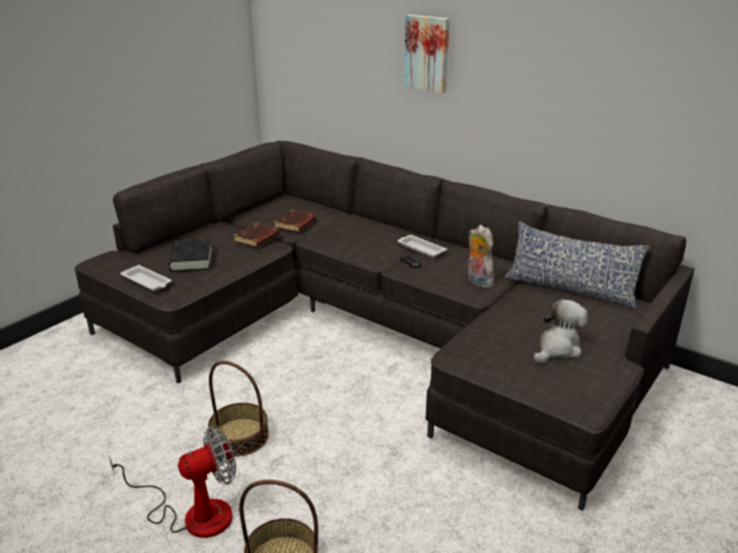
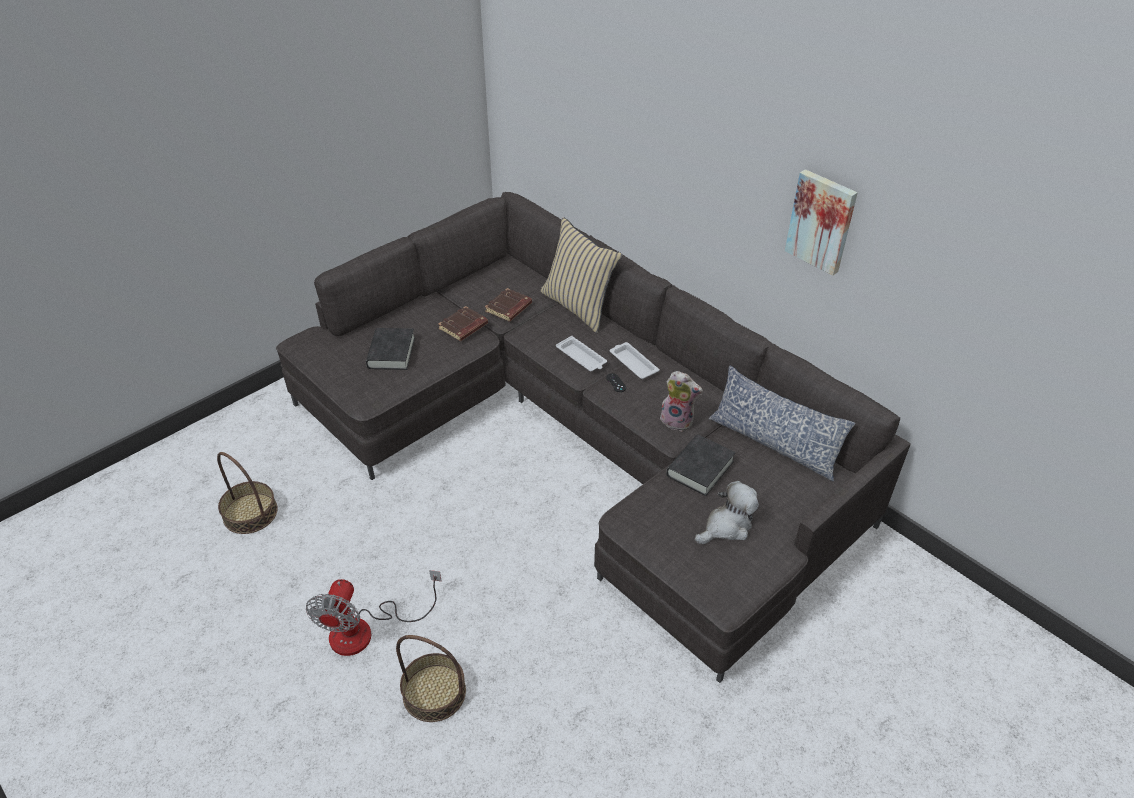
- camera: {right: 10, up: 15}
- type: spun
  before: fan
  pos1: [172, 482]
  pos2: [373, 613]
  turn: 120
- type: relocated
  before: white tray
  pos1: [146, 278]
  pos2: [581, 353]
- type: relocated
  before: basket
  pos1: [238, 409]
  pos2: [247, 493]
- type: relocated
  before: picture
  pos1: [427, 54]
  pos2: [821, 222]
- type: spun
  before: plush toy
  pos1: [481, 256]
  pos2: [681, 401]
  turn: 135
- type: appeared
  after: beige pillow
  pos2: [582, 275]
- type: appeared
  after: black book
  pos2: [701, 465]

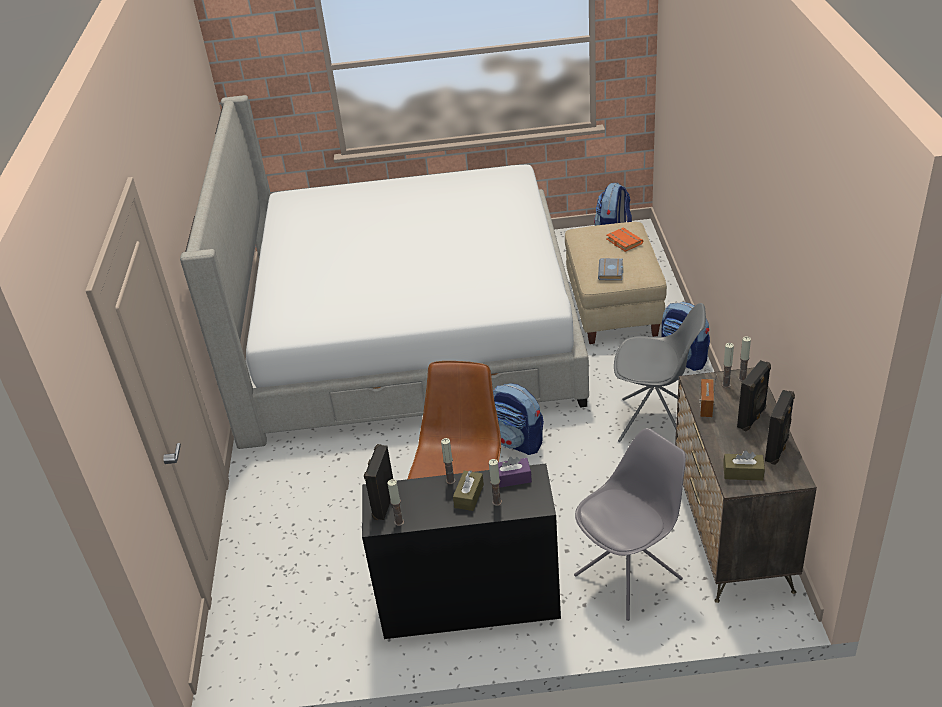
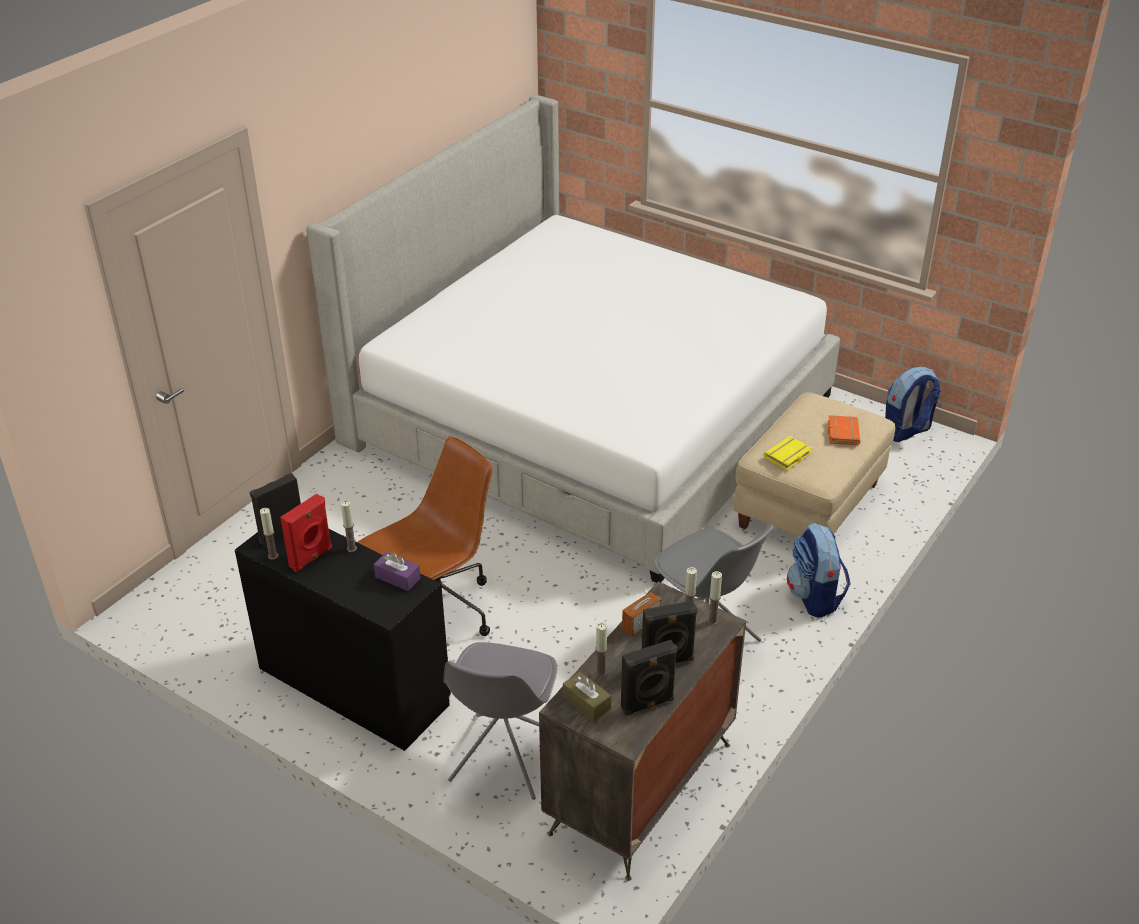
- camera: {right: 35, up: 0}
- type: missing
  before: brown tissue box
  pos1: [468, 490]
- type: relocated
  before: candle
  pos1: [495, 482]
  pos2: [601, 649]
- type: missing
  before: backpack
  pos1: [518, 419]
- type: spun
  before: grey chair
  pos1: [630, 524]
  pos2: [500, 721]
  turn: 105
- type: colour
  before: grey book
  after: yellow book
  pos1: [610, 269]
  pos2: [788, 453]
- type: appeared
  after: red speaker
  pos2: [306, 533]

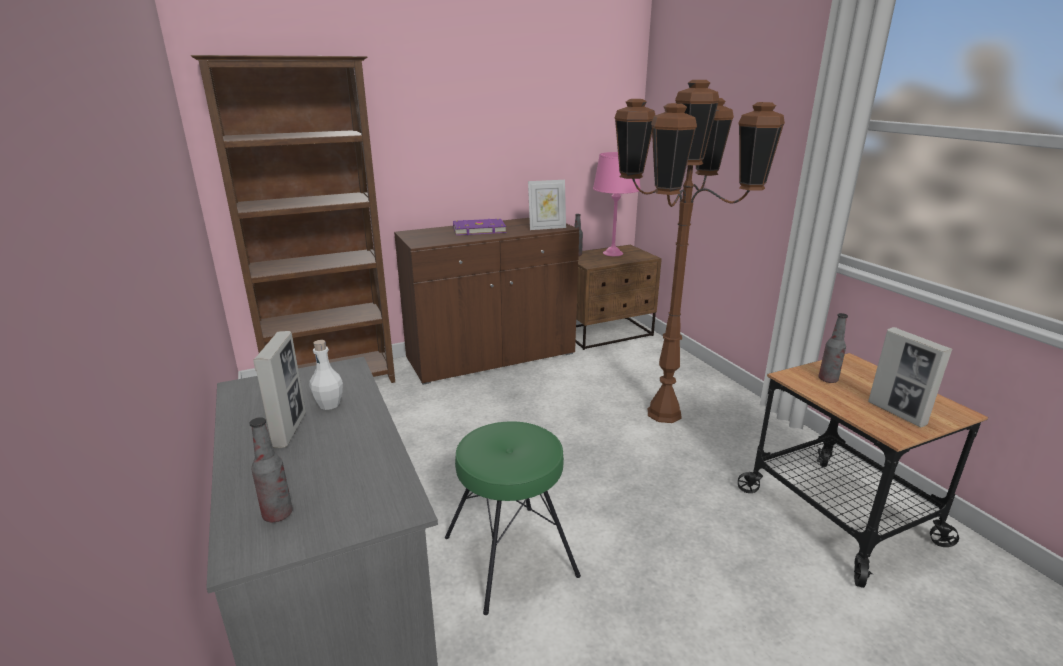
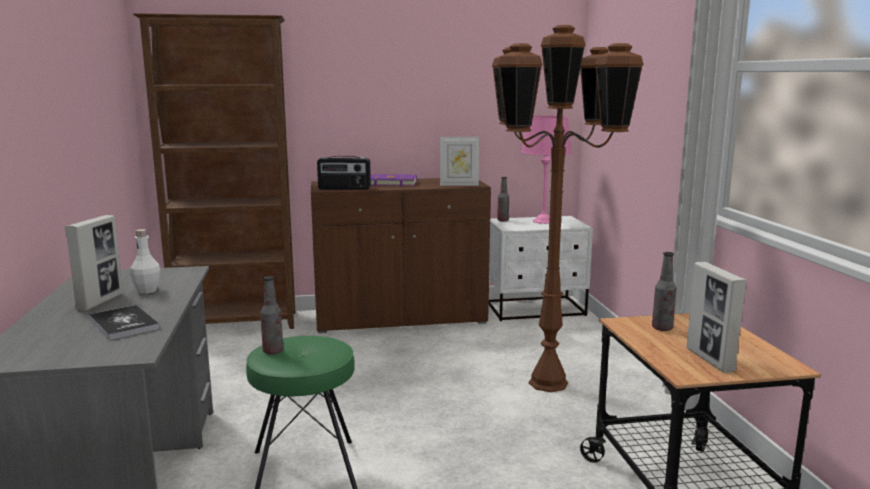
- camera: {right: 15, up: -10}
- type: relocated
  before: bottle
  pos1: [271, 469]
  pos2: [271, 315]
- type: colour
  before: brown nightstand
  after: white nightstand
  pos1: [618, 297]
  pos2: [541, 268]
- type: appeared
  after: book
  pos2: [124, 322]
- type: appeared
  after: radio
  pos2: [344, 173]

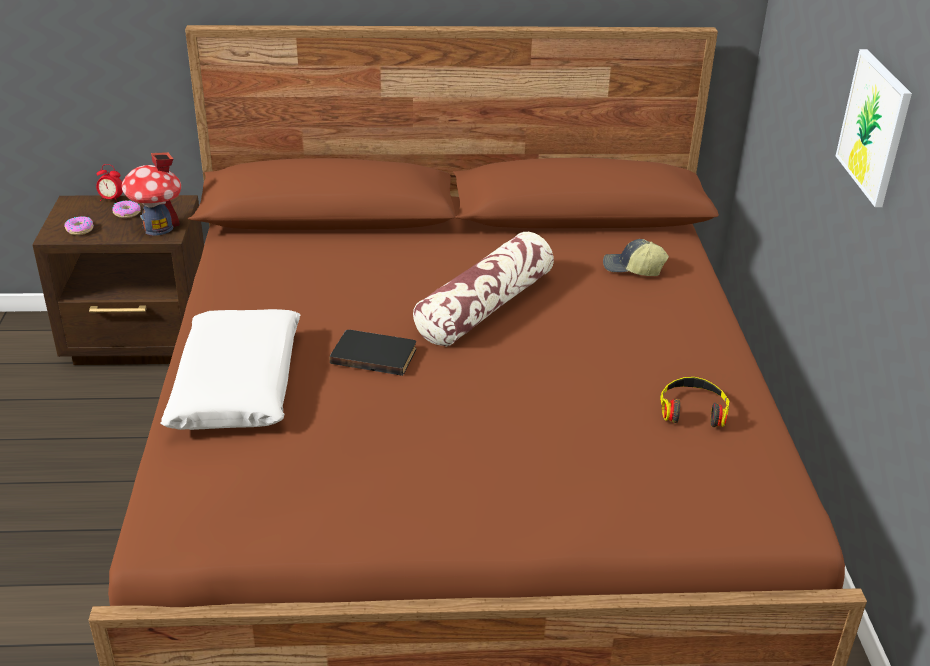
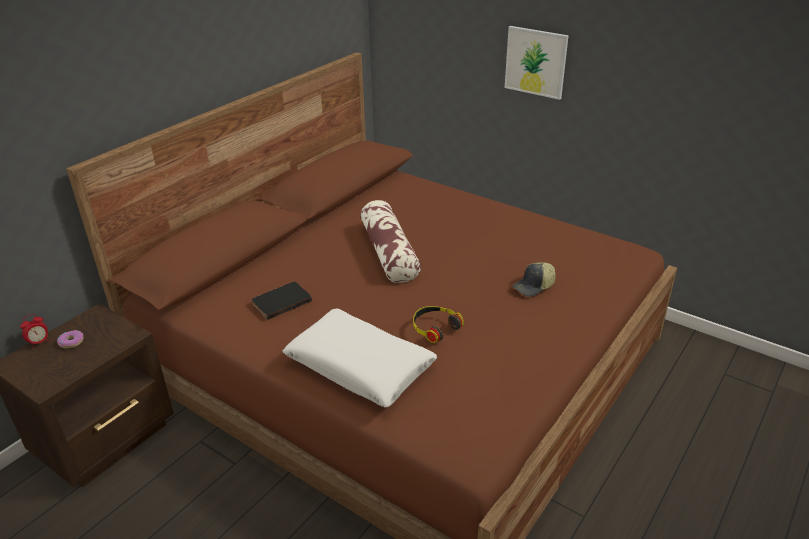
- camera: {right: -50, up: 0}
- type: missing
  before: donut
  pos1: [79, 225]
- type: missing
  before: toy house
  pos1: [151, 194]
- type: relocated
  before: black book
  pos1: [373, 353]
  pos2: [281, 301]
- type: relocated
  before: cap
  pos1: [636, 257]
  pos2: [533, 279]
- type: relocated
  before: headphones
  pos1: [694, 402]
  pos2: [438, 324]

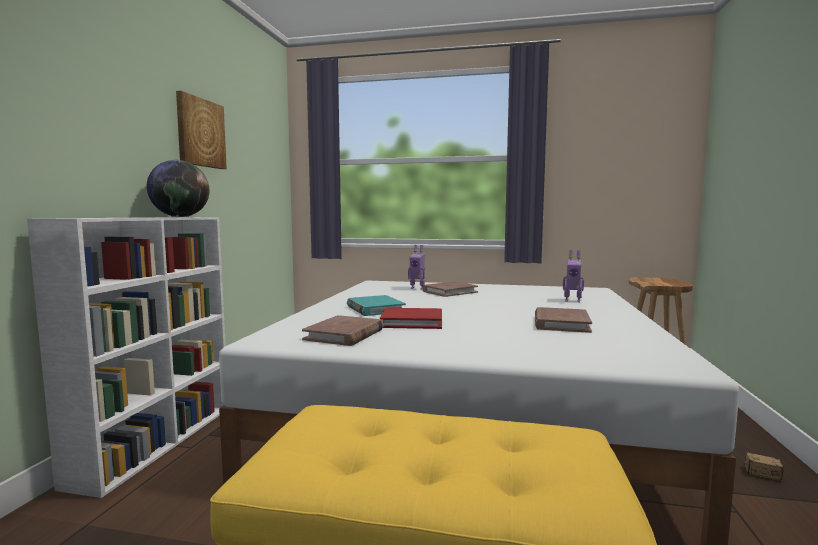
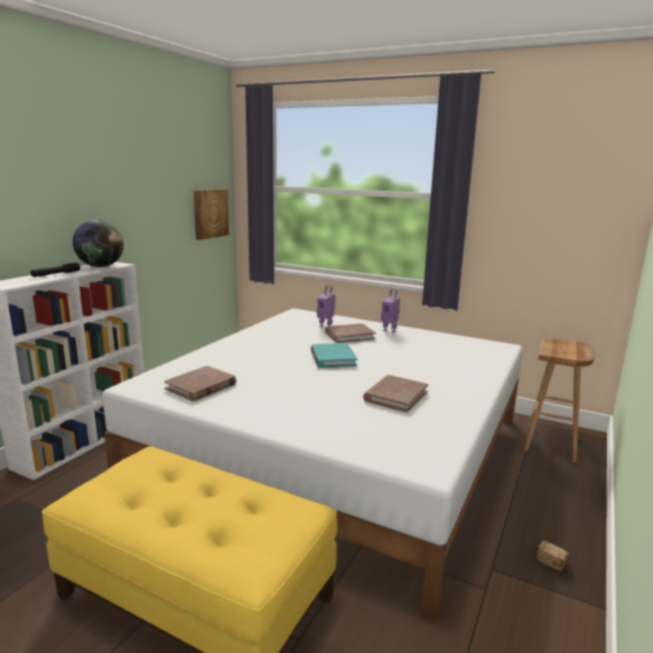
- camera: {right: 15, up: 10}
- type: relocated
  before: picture
  pos1: [201, 130]
  pos2: [211, 214]
- type: relocated
  before: turquoise book
  pos1: [376, 305]
  pos2: [334, 355]
- type: missing
  before: red book
  pos1: [411, 318]
- type: relocated
  before: toy robot
  pos1: [573, 276]
  pos2: [390, 311]
- type: appeared
  after: black flashlight
  pos2: [55, 270]

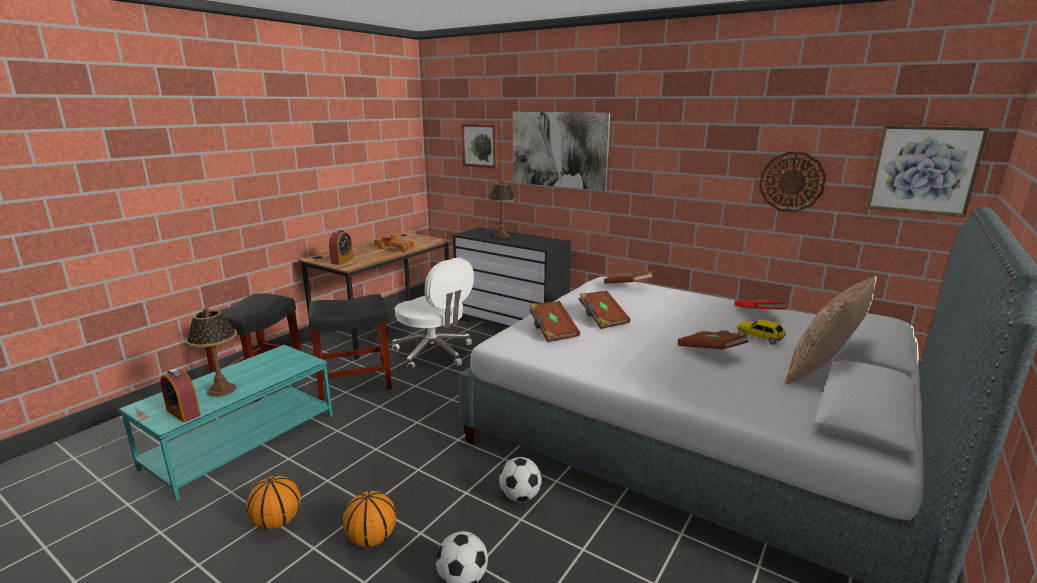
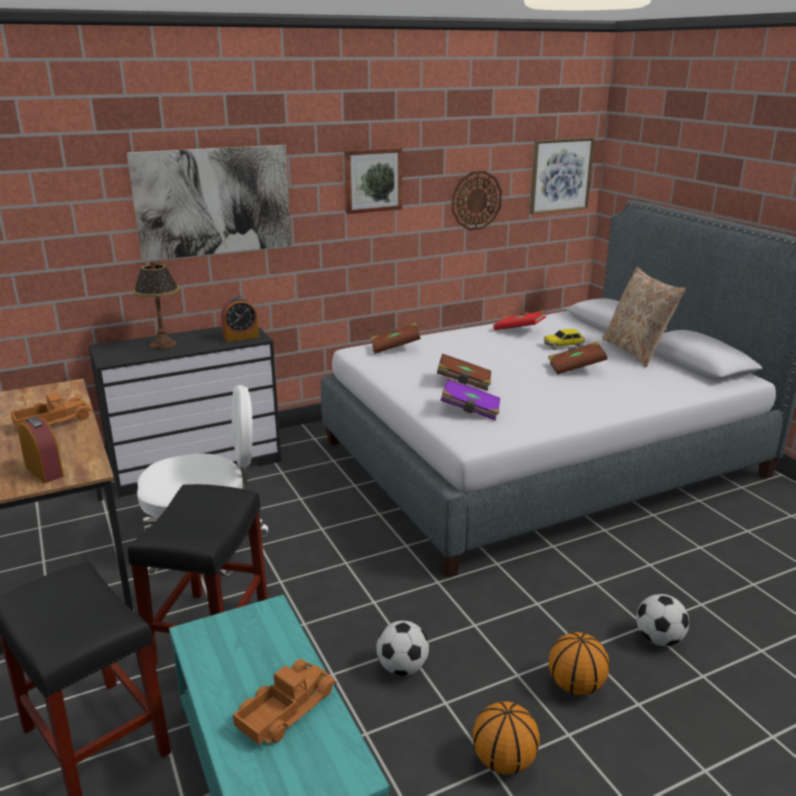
- camera: {right: -60, up: 5}
- type: relocated
  before: alarm clock
  pos1: [180, 395]
  pos2: [240, 319]
- type: exchanged
  before: table lamp
  after: toy truck
  pos1: [211, 352]
  pos2: [285, 702]
- type: relocated
  before: picture
  pos1: [480, 146]
  pos2: [373, 181]
- type: relocated
  before: football
  pos1: [520, 479]
  pos2: [402, 648]
- type: colour
  before: brown book
  after: purple book
  pos1: [554, 321]
  pos2: [470, 399]

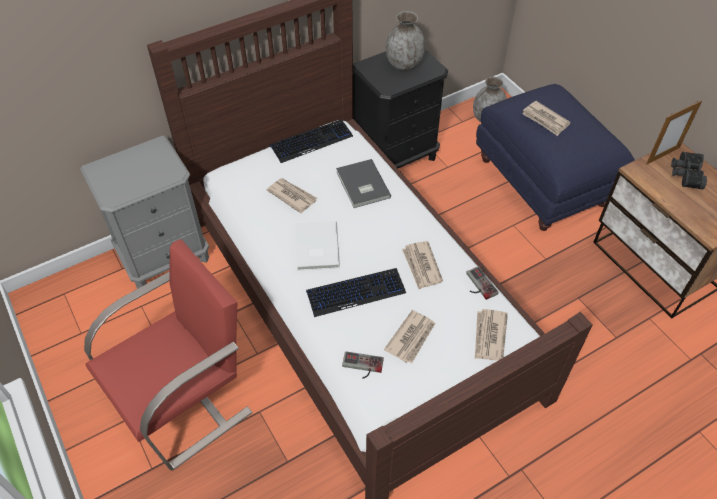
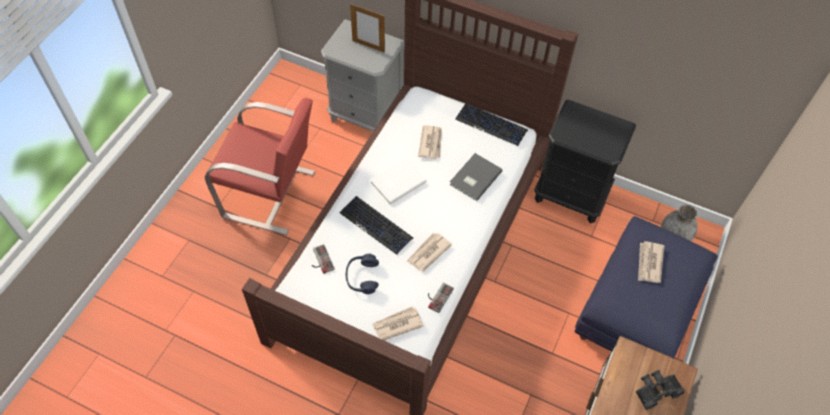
- camera: {right: 55, up: 5}
- type: exchanged
  before: newspaper
  after: blue headphones
  pos1: [410, 336]
  pos2: [362, 274]
- type: missing
  before: grey vase
  pos1: [405, 40]
- type: relocated
  before: picture frame
  pos1: [674, 132]
  pos2: [367, 28]

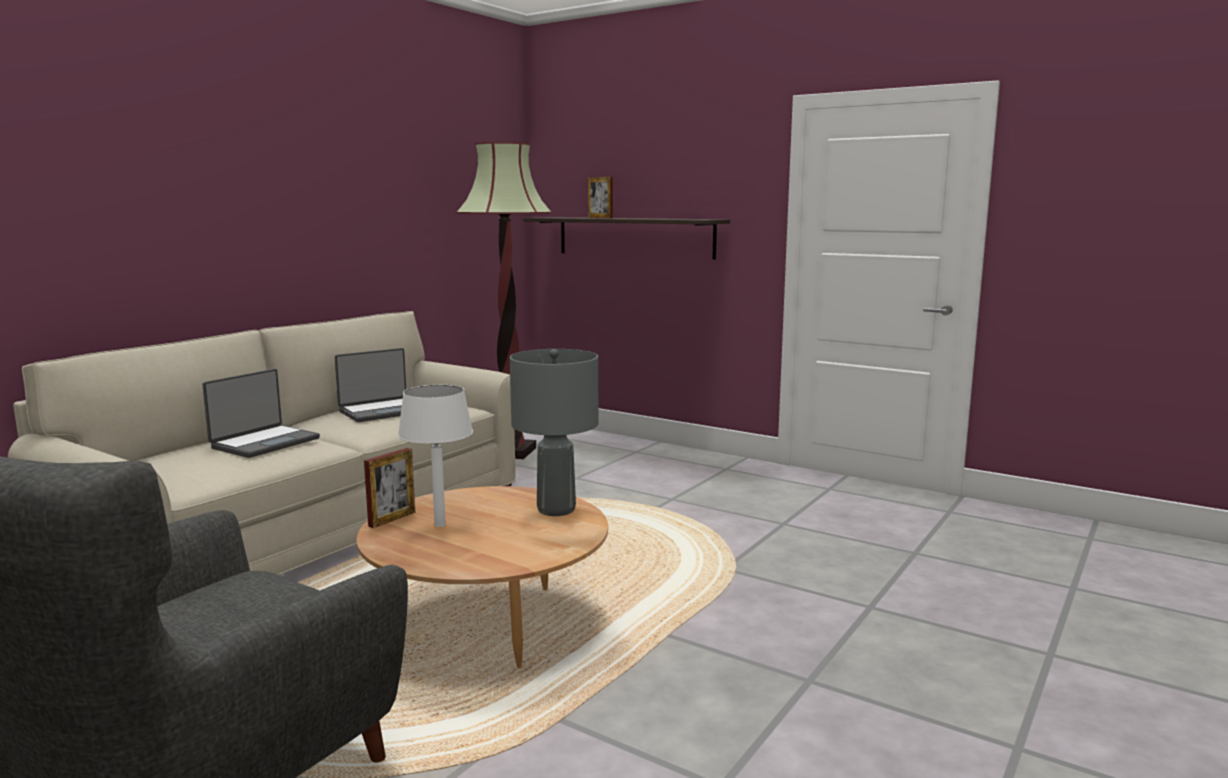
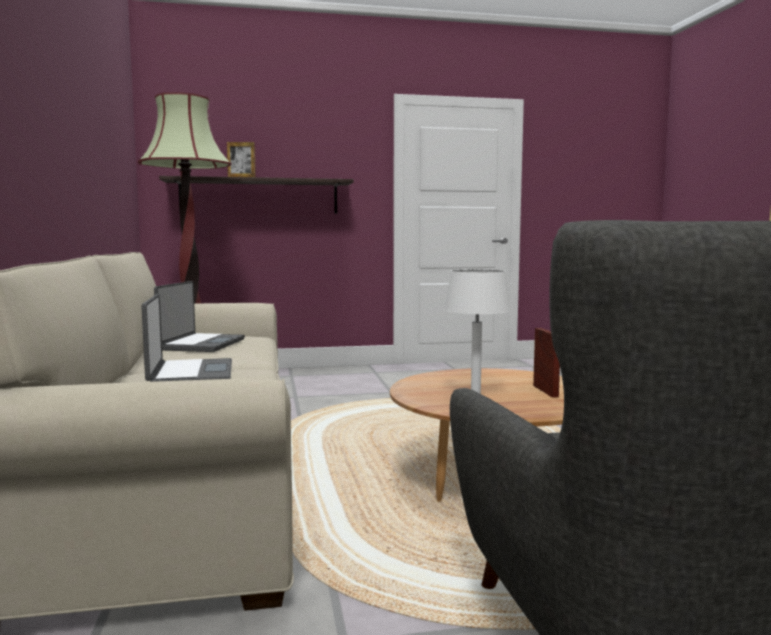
- camera: {right: -45, up: -5}
- type: relocated
  before: picture frame
  pos1: [389, 488]
  pos2: [546, 363]
- type: missing
  before: grey table lamp
  pos1: [554, 432]

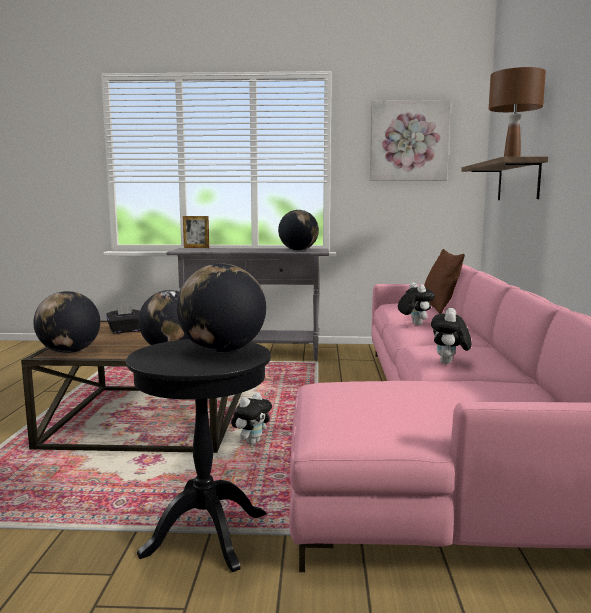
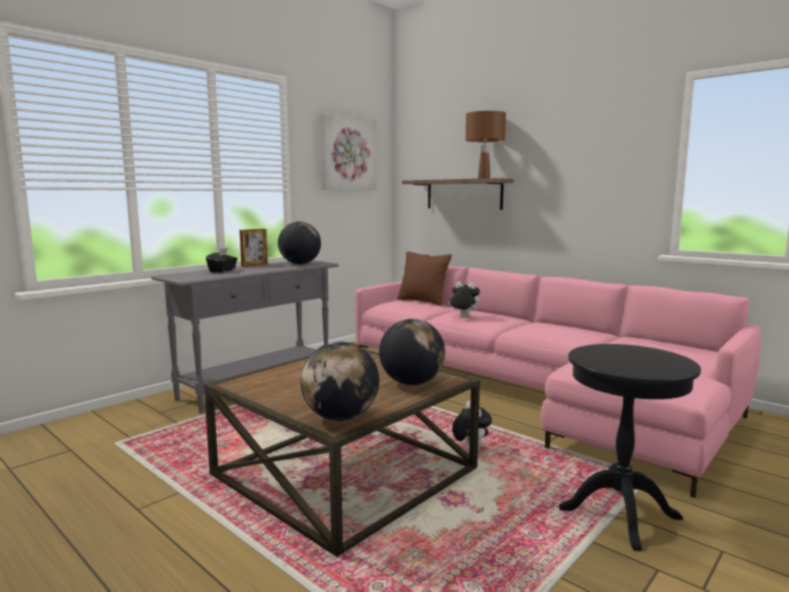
- camera: {right: -50, up: 0}
- type: relocated
  before: black tissue box
  pos1: [123, 319]
  pos2: [222, 260]
- type: missing
  before: globe
  pos1: [221, 307]
- type: relocated
  before: picture frame
  pos1: [196, 232]
  pos2: [254, 248]
- type: missing
  before: plush toy
  pos1: [451, 335]

